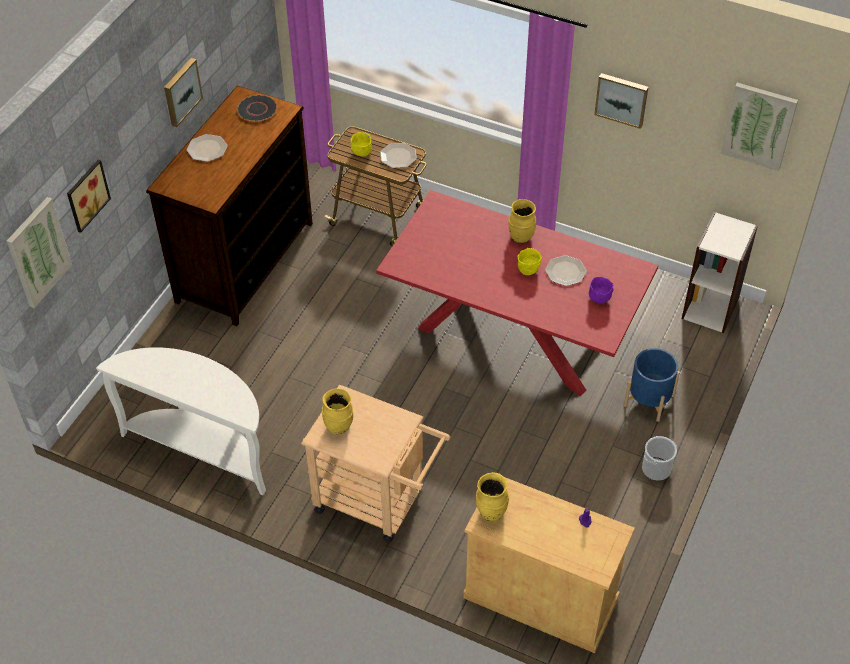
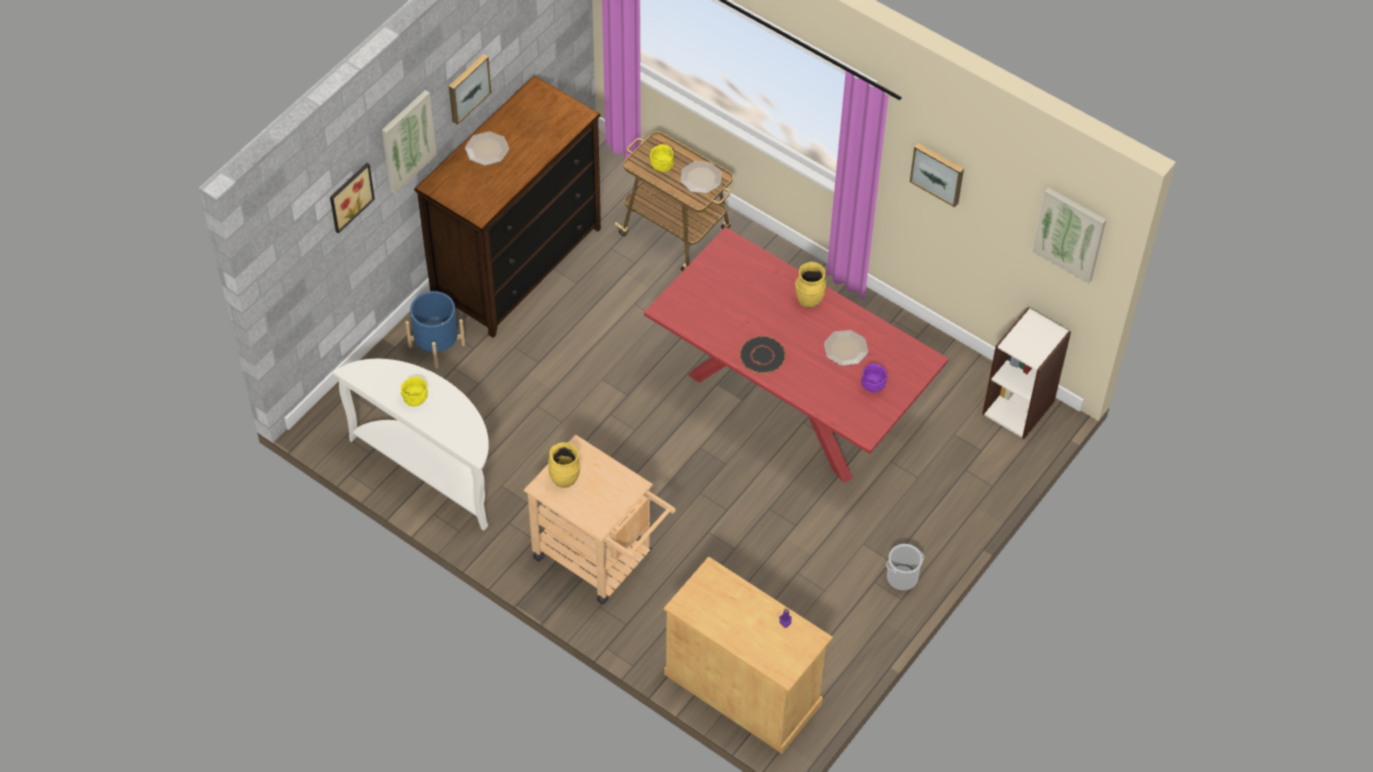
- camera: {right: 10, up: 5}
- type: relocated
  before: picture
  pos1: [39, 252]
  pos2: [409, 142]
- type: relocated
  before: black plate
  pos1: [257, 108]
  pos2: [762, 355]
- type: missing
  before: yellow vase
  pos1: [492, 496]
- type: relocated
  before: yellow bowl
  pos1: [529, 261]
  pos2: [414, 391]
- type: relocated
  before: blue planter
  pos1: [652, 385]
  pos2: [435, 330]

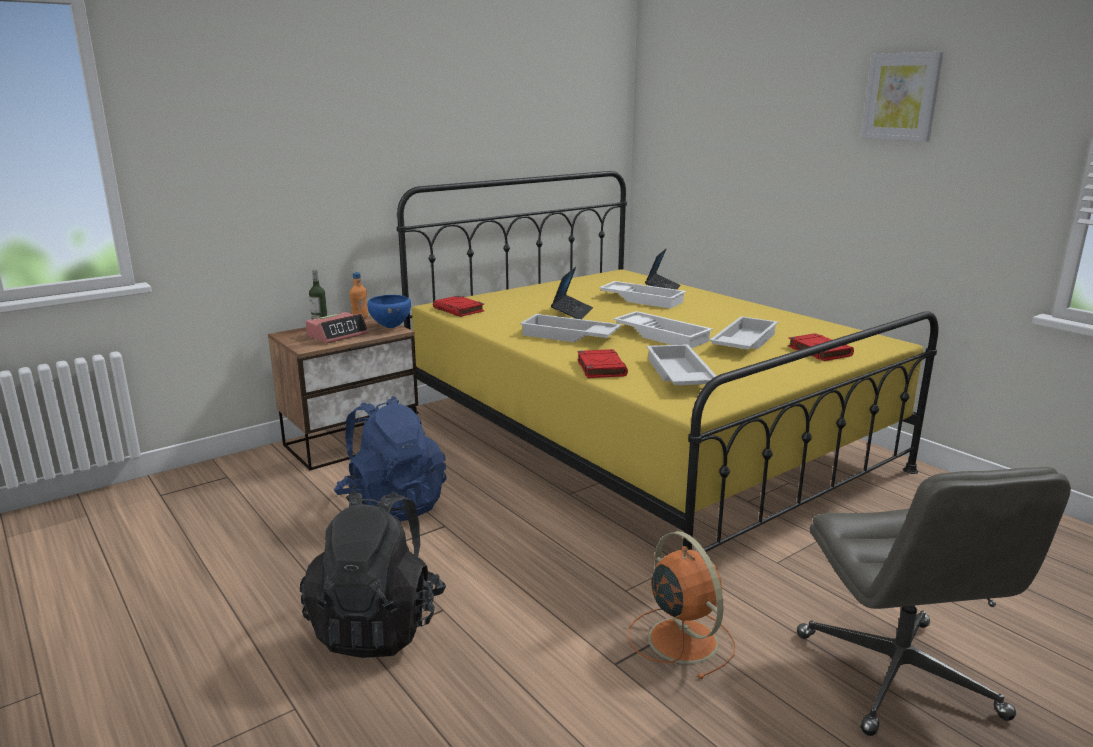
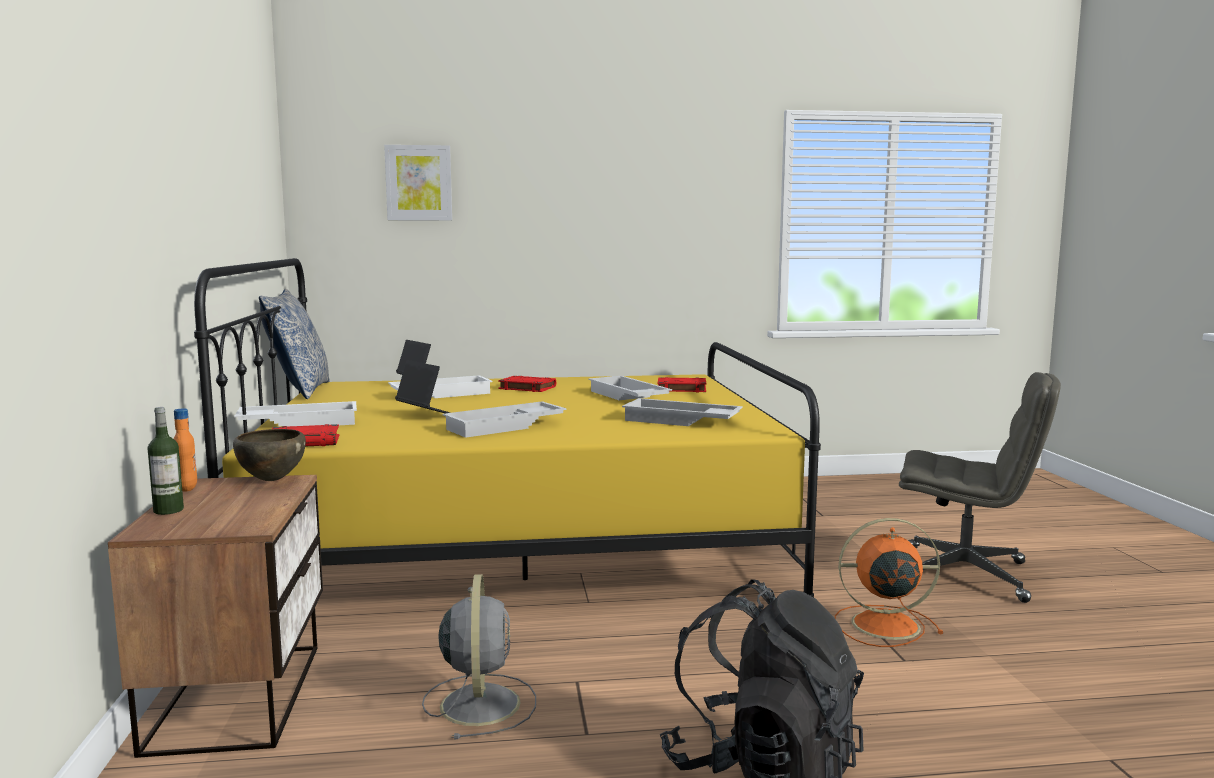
- camera: {right: -60, up: -10}
- type: missing
  before: alarm clock
  pos1: [337, 327]
- type: exchanged
  before: blue backpack
  after: grey fan
  pos1: [390, 459]
  pos2: [479, 656]
- type: colour
  before: blue bowl
  after: brown bowl
  pos1: [389, 311]
  pos2: [269, 455]
- type: relocated
  before: red book
  pos1: [602, 363]
  pos2: [527, 384]
- type: relocated
  before: white tray
  pos1: [663, 329]
  pos2: [296, 413]
- type: relocated
  before: picture
  pos1: [902, 97]
  pos2: [418, 183]
- type: appeared
  after: pillow
  pos2: [294, 344]

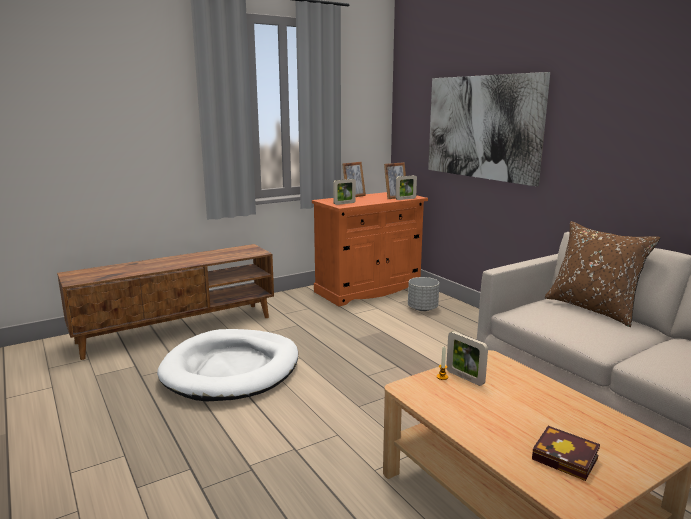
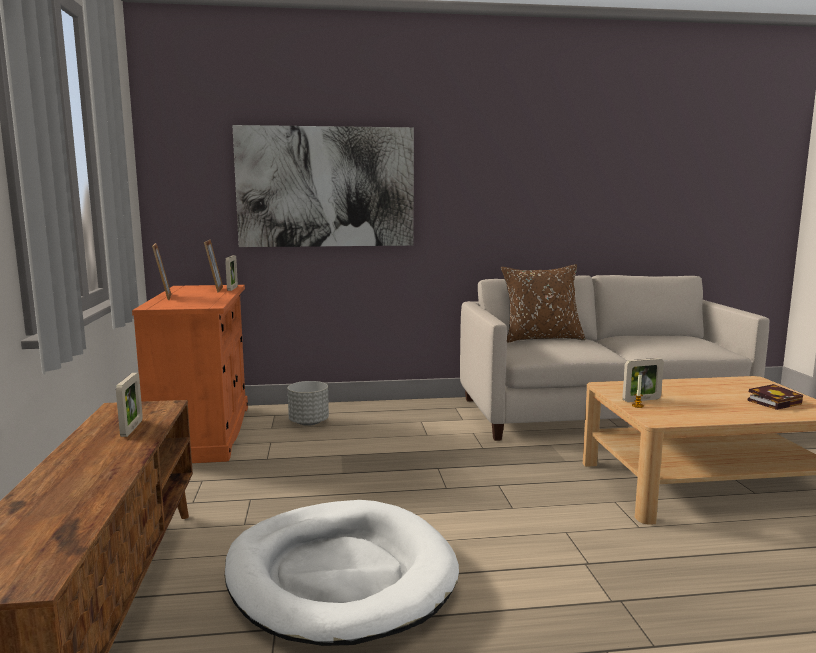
- camera: {right: -65, up: -5}
- type: relocated
  before: picture frame
  pos1: [344, 192]
  pos2: [129, 405]

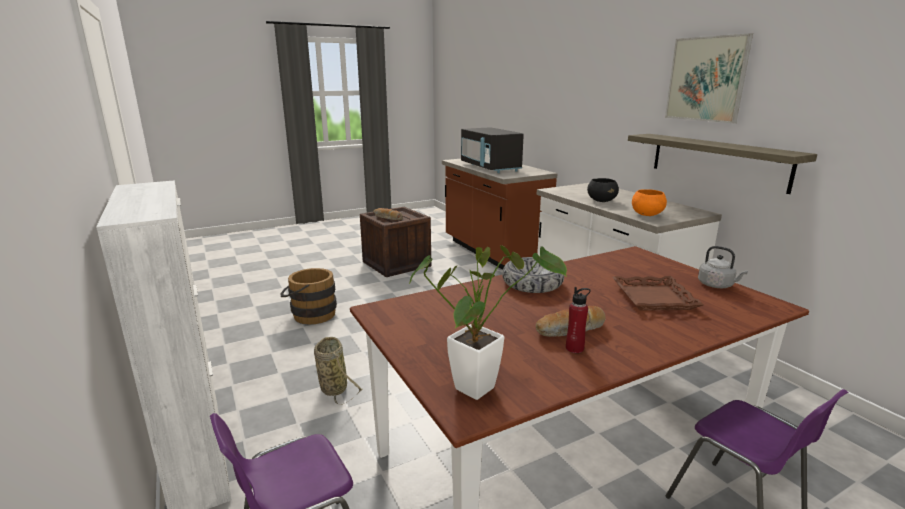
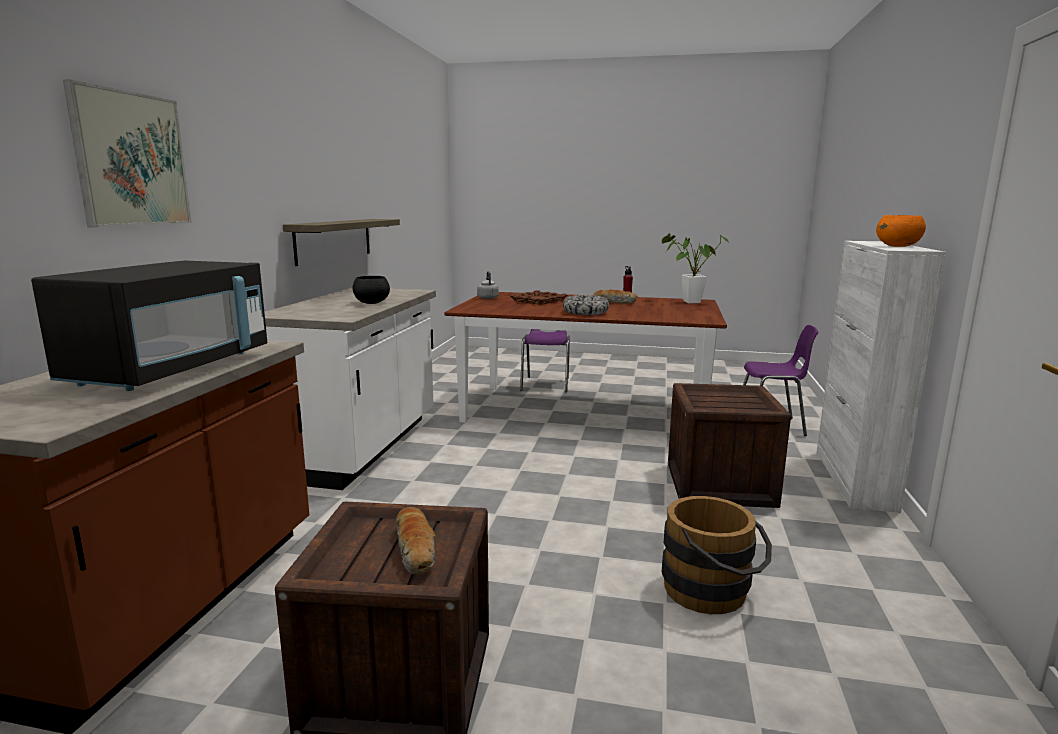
- camera: {right: -140, up: -5}
- type: exchanged
  before: basket
  after: crate
  pos1: [338, 371]
  pos2: [729, 445]
- type: relocated
  before: orange bowl
  pos1: [649, 203]
  pos2: [901, 231]
- type: relocated
  before: picture
  pos1: [709, 78]
  pos2: [127, 153]

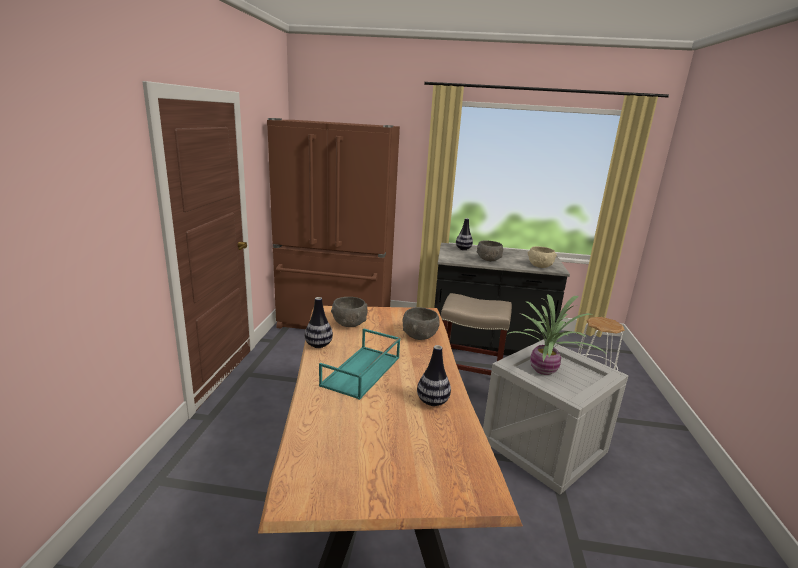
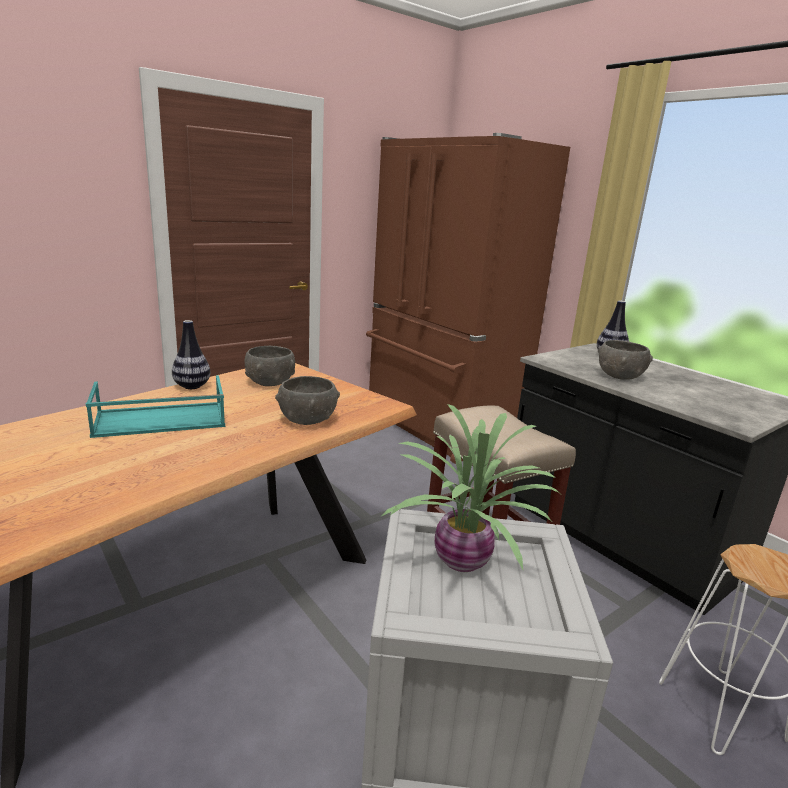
- camera: {right: 45, up: 0}
- type: missing
  before: vase
  pos1: [434, 375]
- type: missing
  before: beige bowl
  pos1: [542, 257]

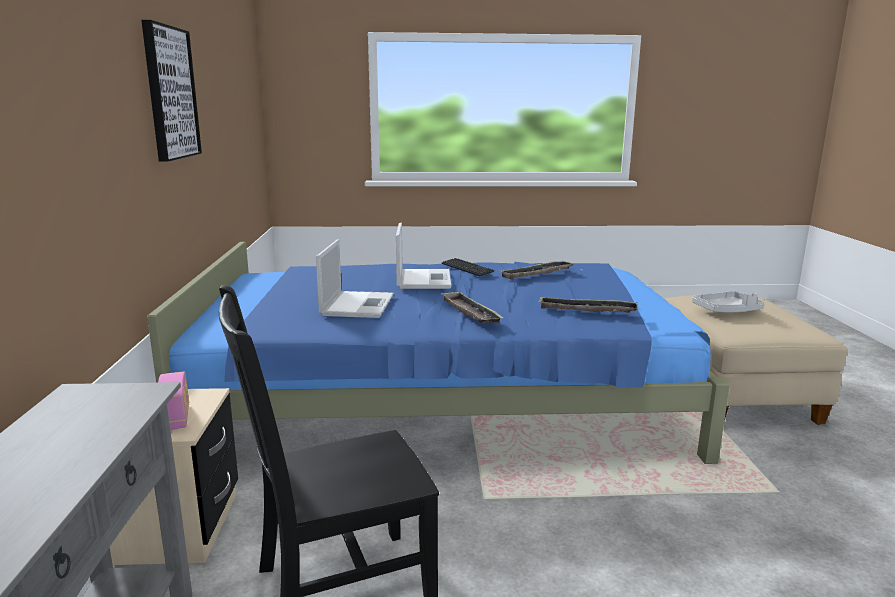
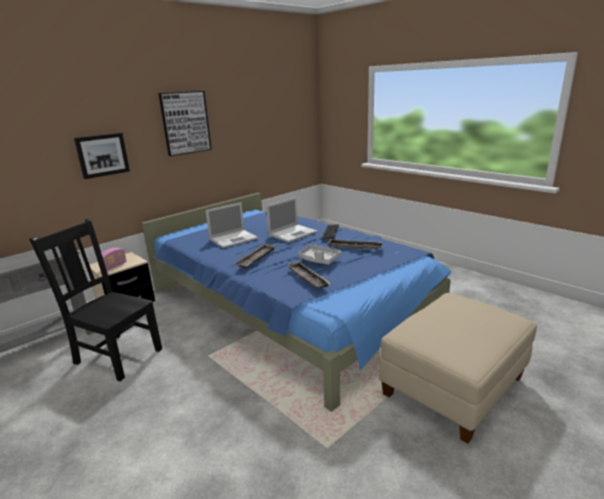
- camera: {right: 50, up: 5}
- type: relocated
  before: grey tray
  pos1: [728, 301]
  pos2: [320, 255]
- type: appeared
  after: picture
  pos2: [102, 156]

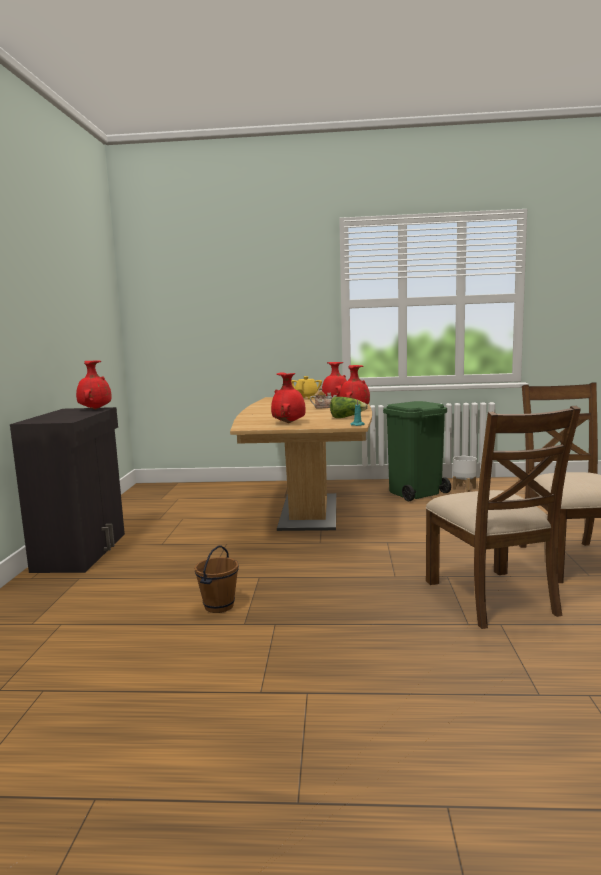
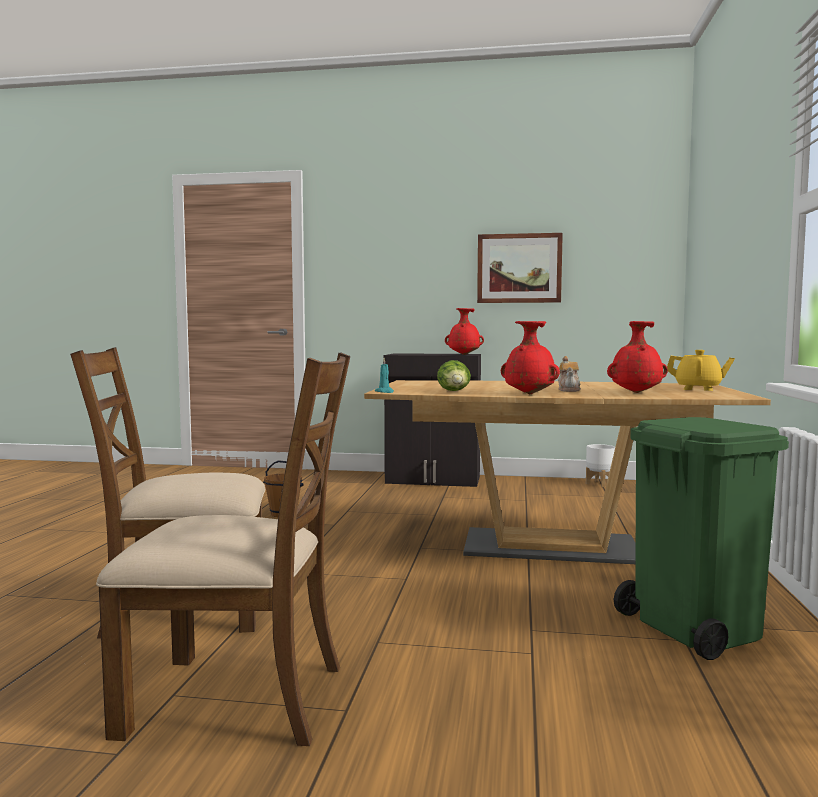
- camera: {right: 95, up: -5}
- type: missing
  before: red vase
  pos1: [288, 397]
- type: relocated
  before: white planter
  pos1: [465, 474]
  pos2: [600, 465]
- type: appeared
  after: picture
  pos2: [520, 268]

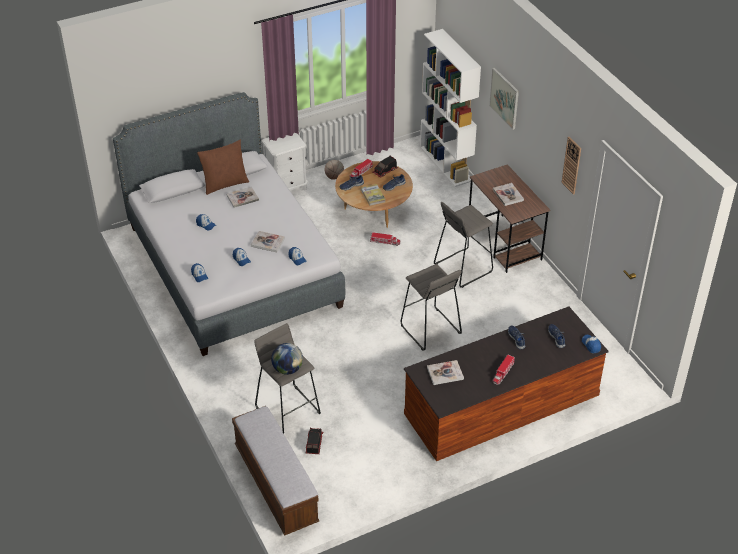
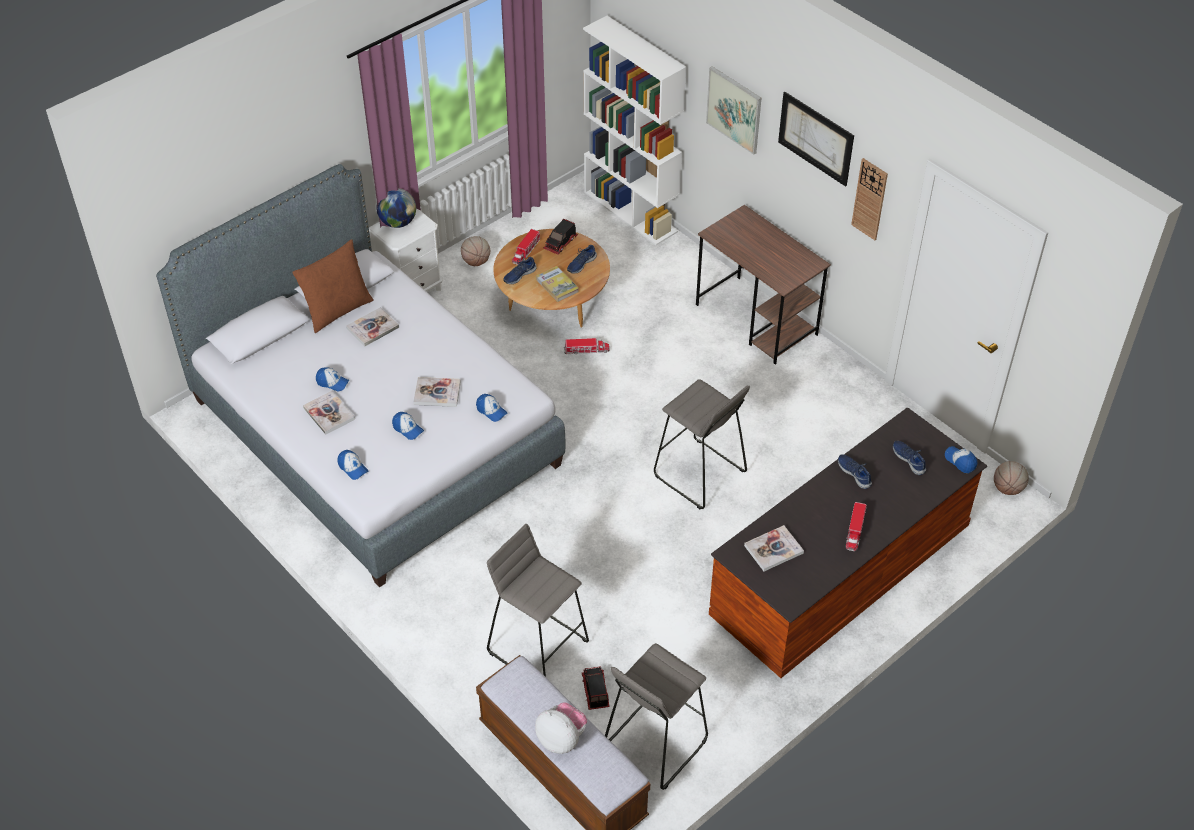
- camera: {right: -15, up: 5}
- type: relocated
  before: globe
  pos1: [287, 359]
  pos2: [396, 208]
- type: relocated
  before: grey stool
  pos1: [463, 245]
  pos2: [656, 716]
- type: relocated
  before: book
  pos1: [508, 194]
  pos2: [329, 413]
- type: appeared
  after: plush toy
  pos2: [561, 728]
- type: appeared
  after: picture
  pos2: [816, 139]
- type: appeared
  after: basketball
  pos2: [1011, 478]

